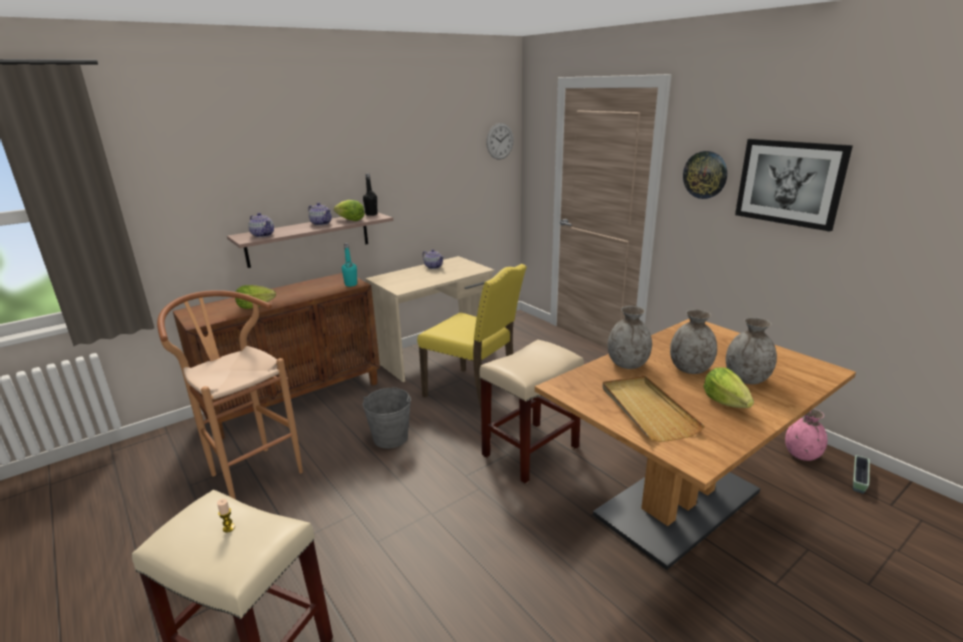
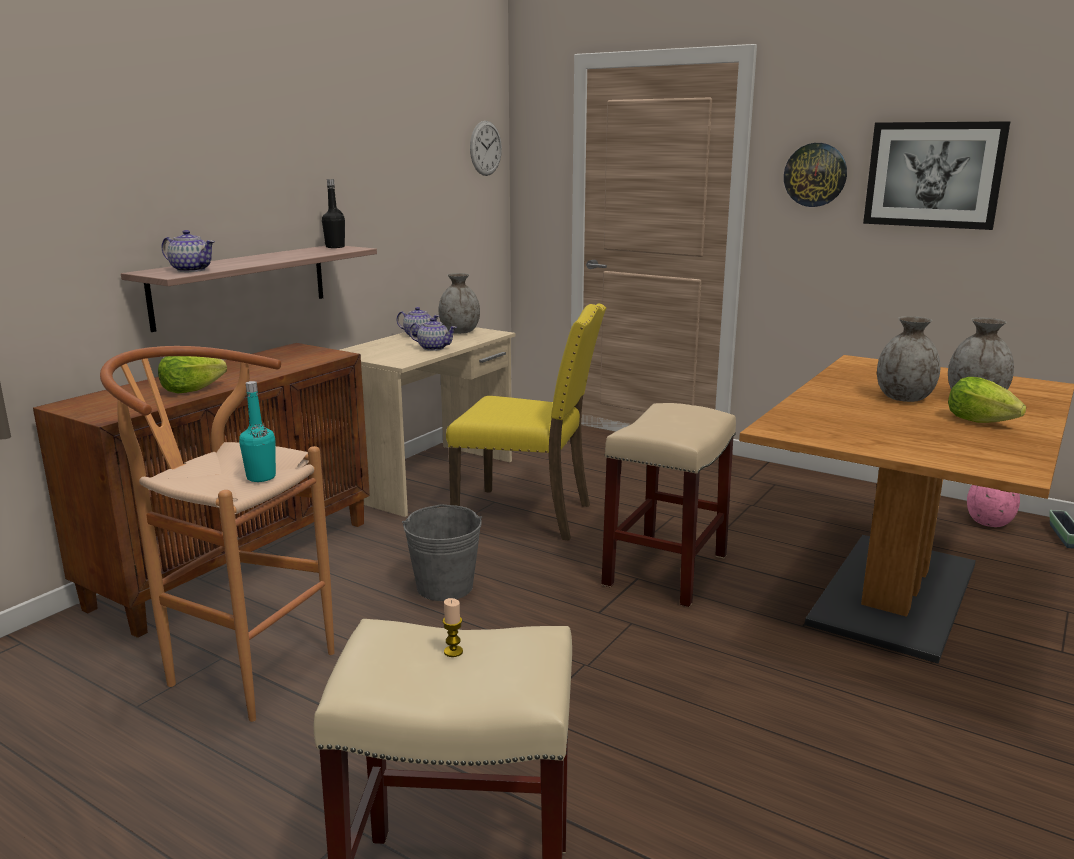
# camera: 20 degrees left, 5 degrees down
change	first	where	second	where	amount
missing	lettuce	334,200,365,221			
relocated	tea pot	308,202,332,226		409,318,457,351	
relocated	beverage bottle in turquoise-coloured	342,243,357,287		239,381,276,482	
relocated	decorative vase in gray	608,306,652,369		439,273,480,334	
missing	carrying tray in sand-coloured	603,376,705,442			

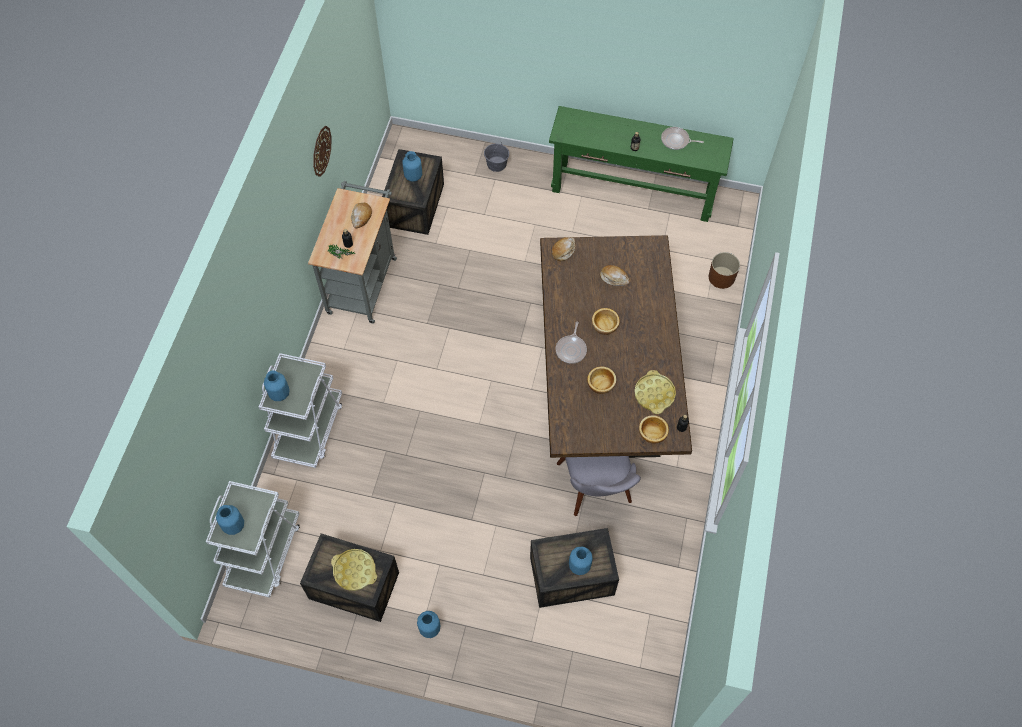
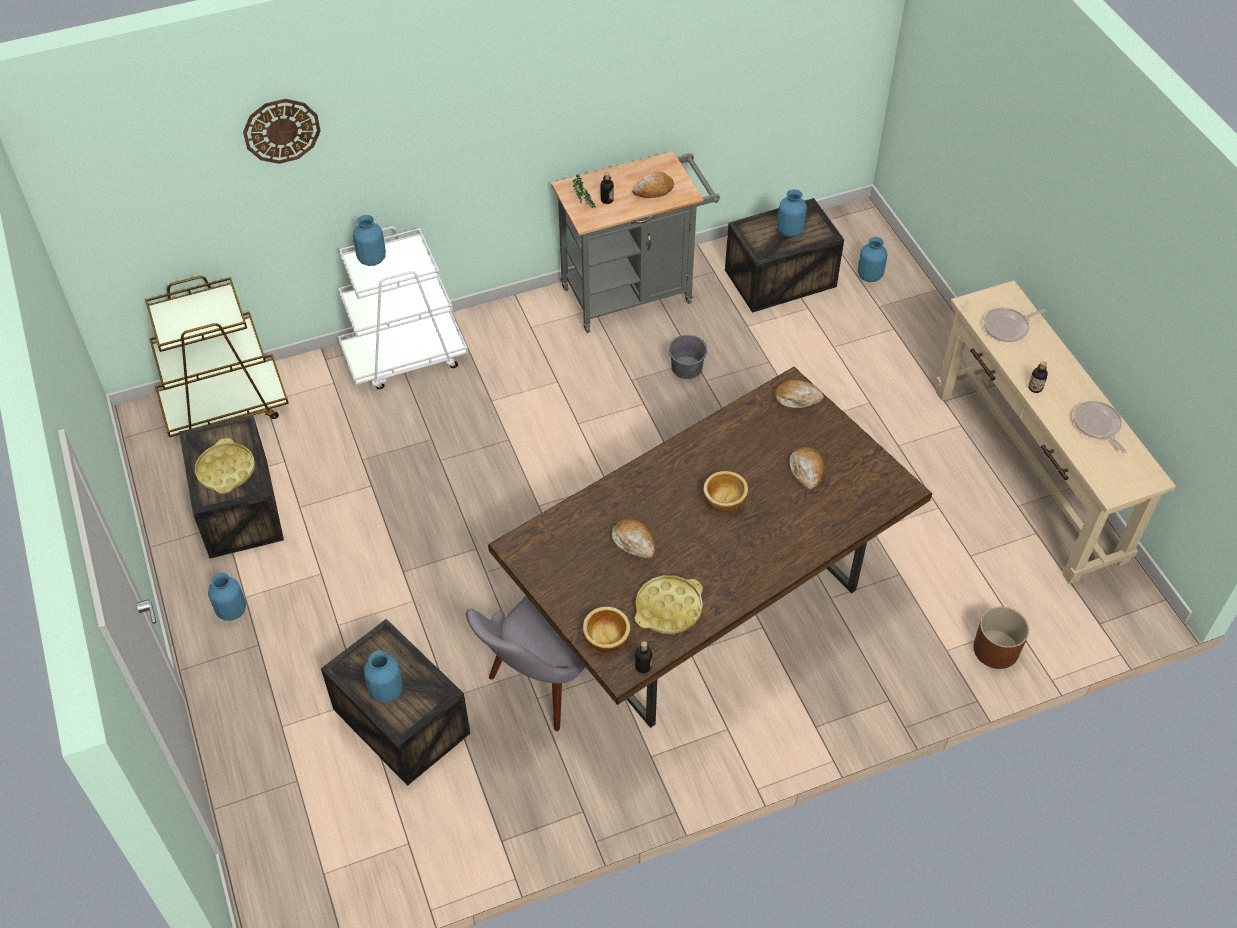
# camera: 55 degrees right, 10 degrees down
change	first	where	second	where	amount
colour	hall table in green	549,106,734,222	hall table in sand-coloured	936,280,1176,584	
relocated	wall clock	313,126,332,177		243,99,321,164	
relocated	pail in gray	484,142,509,172		669,335,707,379	
relocated	pan	555,321,587,364		984,307,1046,342	
exchanged	bowl	587,366,616,394	bread	612,519,655,558	
colour	cart in white-coloured	206,481,300,598	cart in brown	145,276,289,438	
relocated	decorative vase in bluish	216,505,244,535		858,237,887,282	

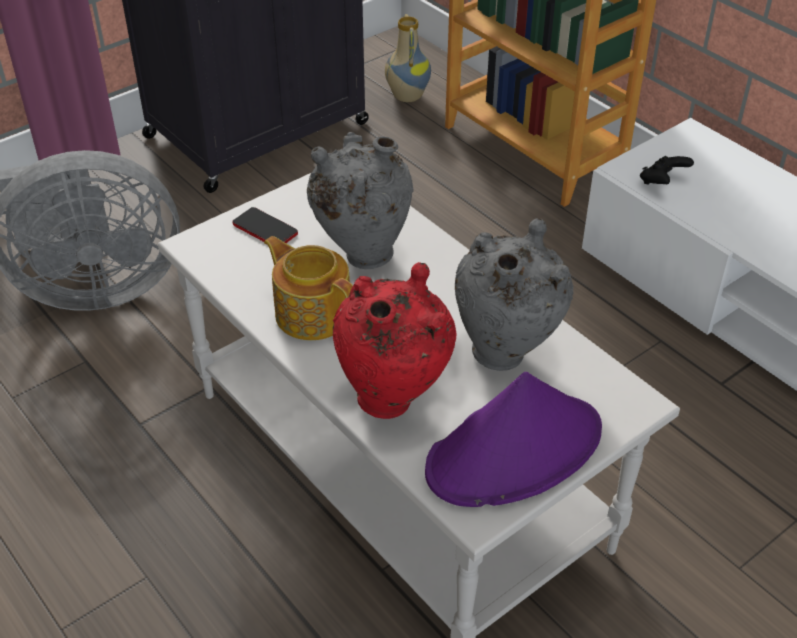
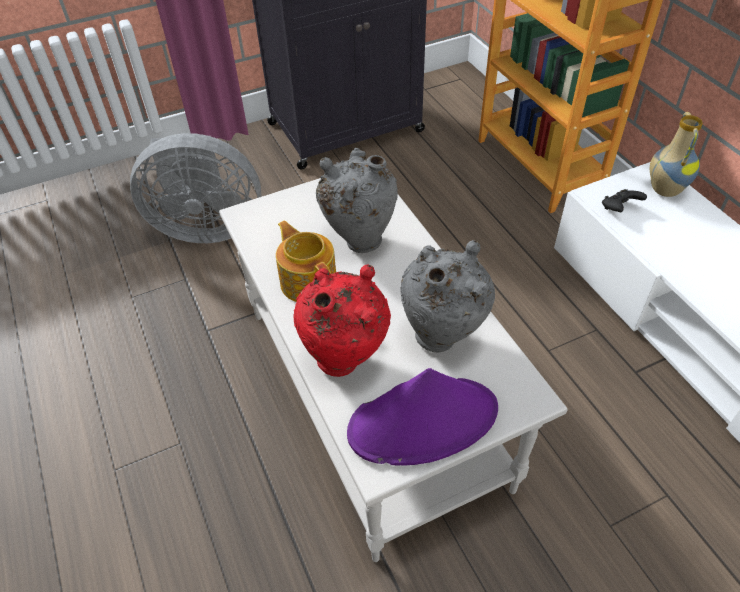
# camera: 15 degrees right, 5 degrees up
change	first	where	second	where	amount
relocated	decorative vase	385,14,431,102		650,112,703,197	
missing	telephone	233,207,298,243			

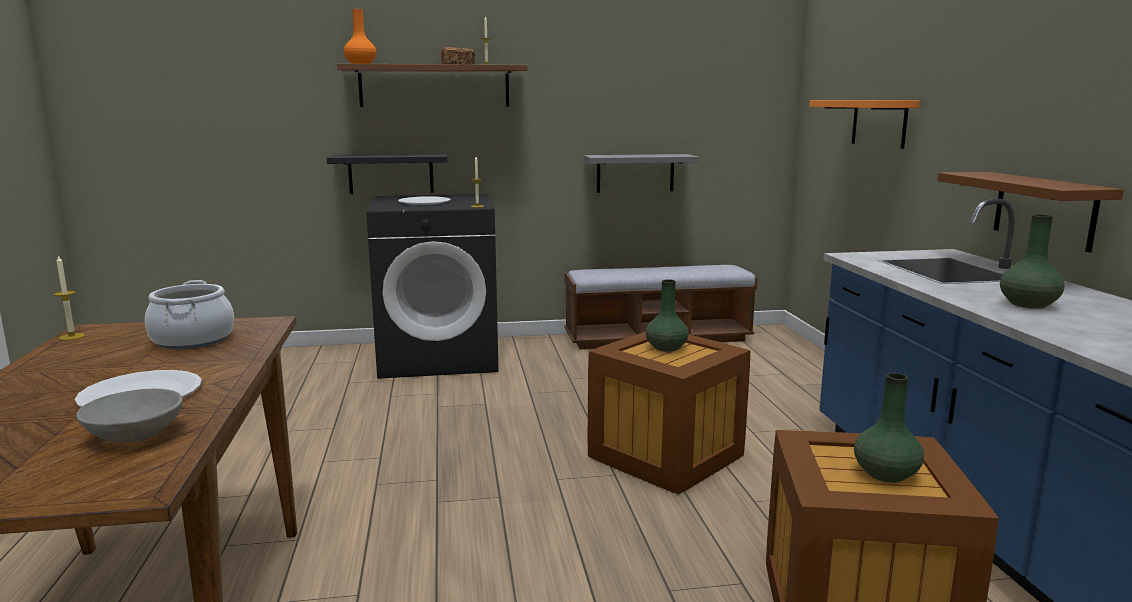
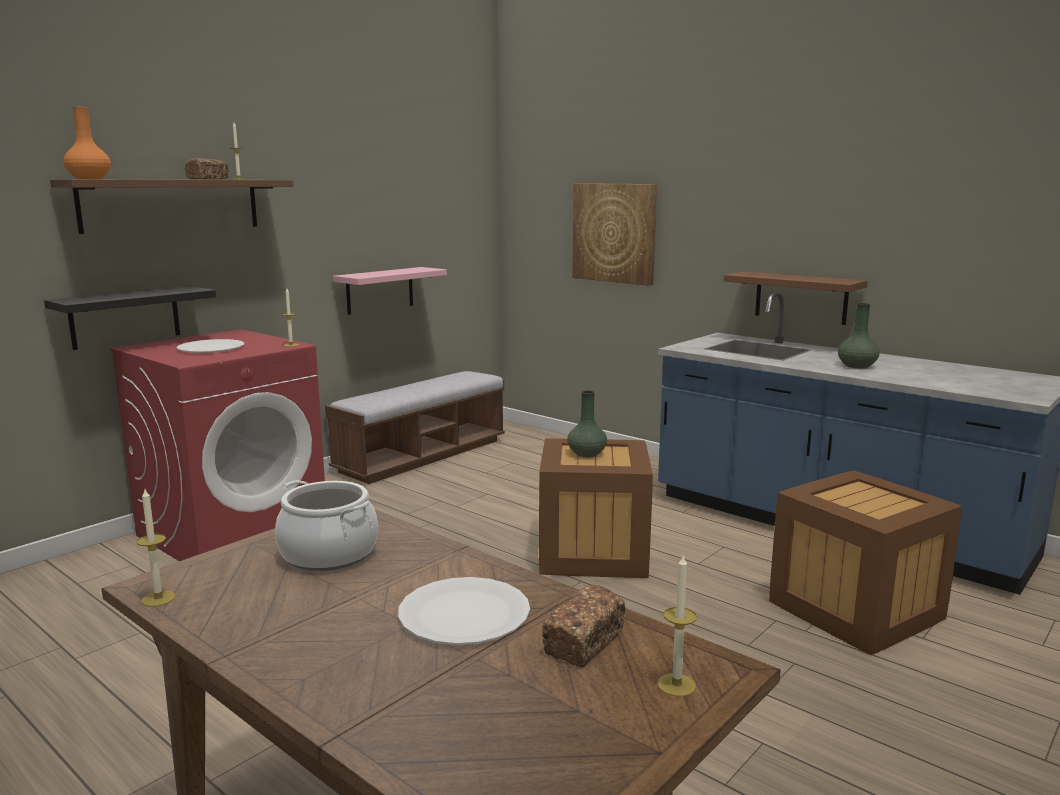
# camera: 40 degrees left, 0 degrees up
change	first	where	second	where	amount
exchanged	shelf in orange-coloured	810,100,920,149	wall picture	572,183,657,286	
colour	shelf in gray	583,154,699,193	shelf in pink-coloured	333,267,447,315	
colour	laundry appliance in black	366,194,499,379	laundry appliance in reddish	110,329,325,561	
missing	decorative vase in green	854,373,924,483			
exchanged	bowl in gray	76,389,183,443	bread	542,584,626,668	
appeared			wax candle	657,554,697,697	

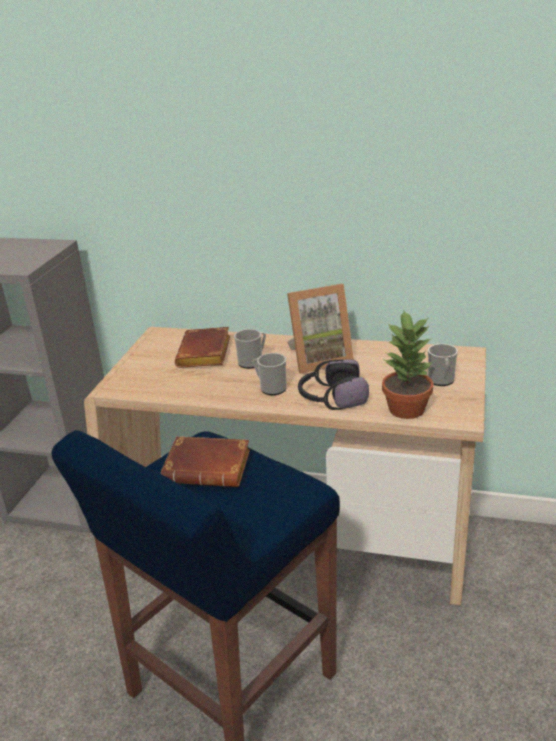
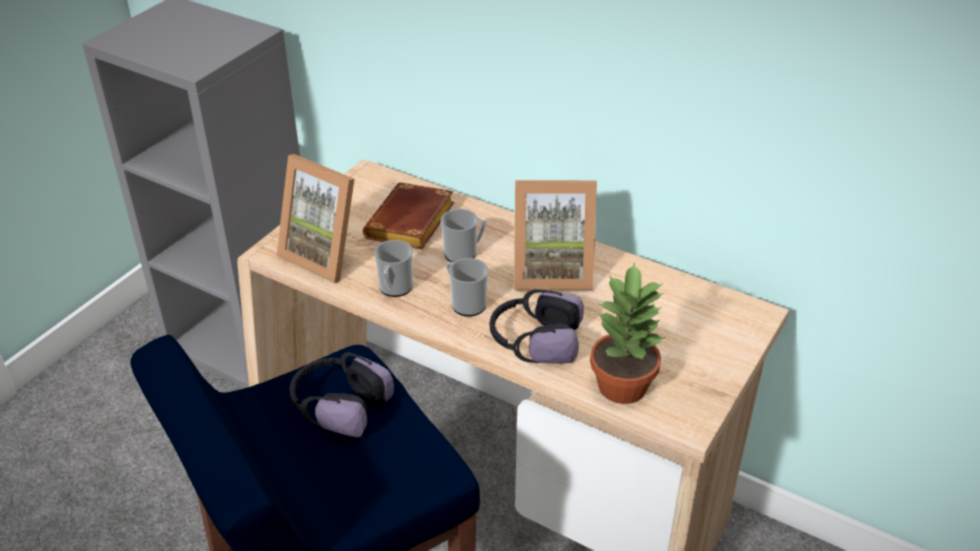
# camera: 15 degrees right, 10 degrees up
change	first	where	second	where	amount
relocated	coffee mug	428,344,458,386		374,240,413,297	
exchanged	book in brown	161,436,250,487	pair of headphones	290,352,394,437	
appeared			picture frame	277,154,354,283	

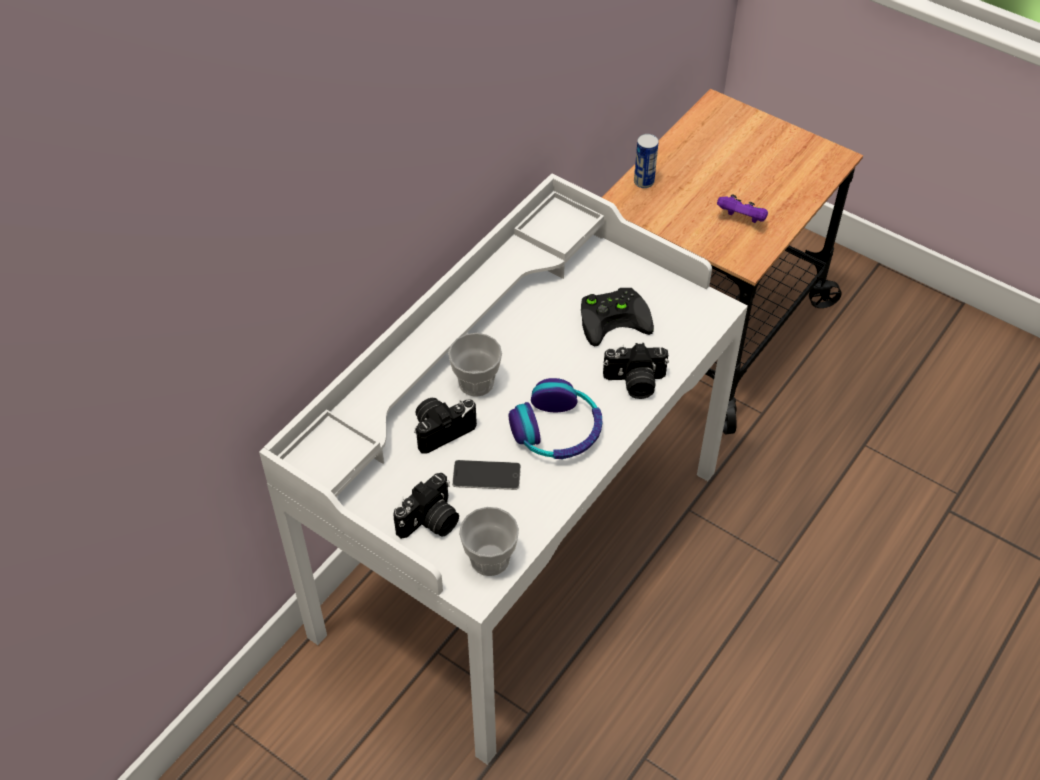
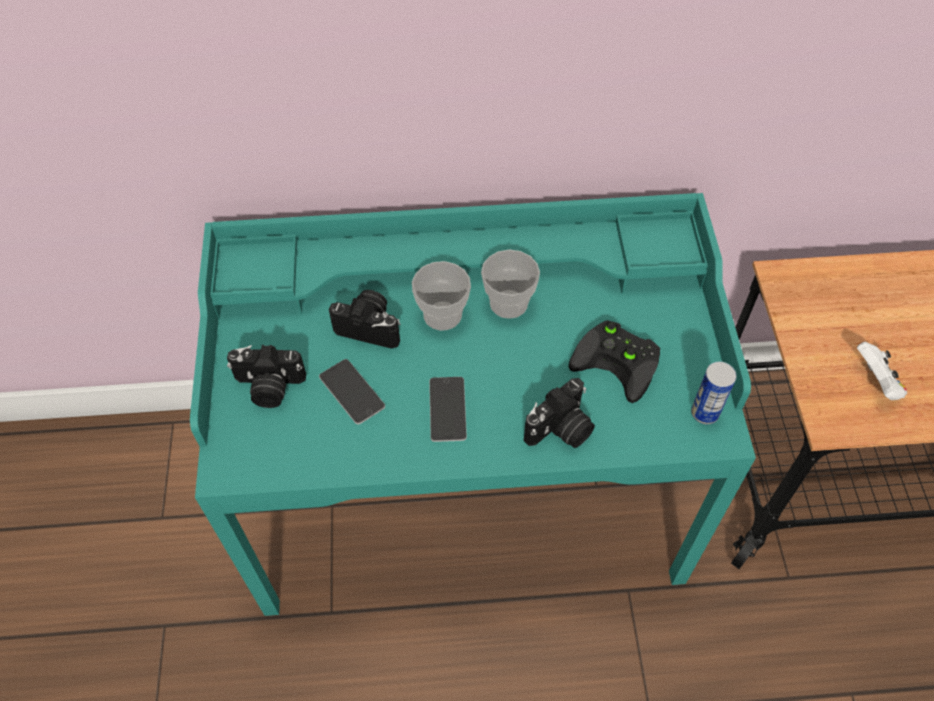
# camera: 50 degrees right, 5 degrees up
change	first	where	second	where	amount
relocated	sealed can	634,134,659,188		691,362,737,424	
colour	desk unit in white-coloured	259,174,748,765	desk unit in turquoise-coloured	190,193,756,616	
colour	gamepad in purplish	717,194,768,223	gamepad in white-coloured	857,342,907,400	
spun	photo camera	603,343,669,399		524,378,595,448	90 degrees counterclockwise
exchanged	pair of headphones	509,378,602,459	telephone	429,377,467,442	
relocated	cup	459,507,519,576		481,250,540,319	

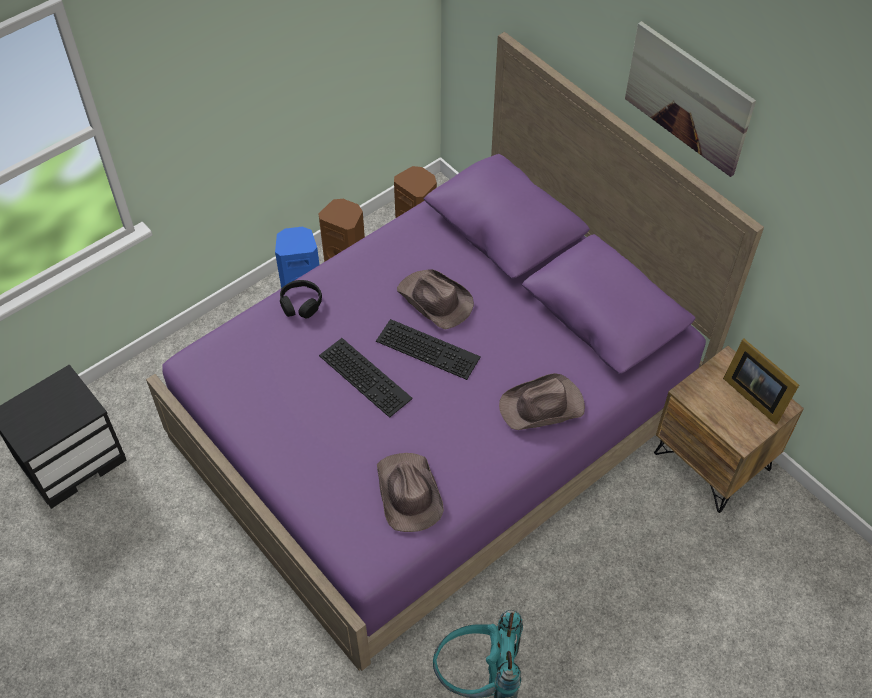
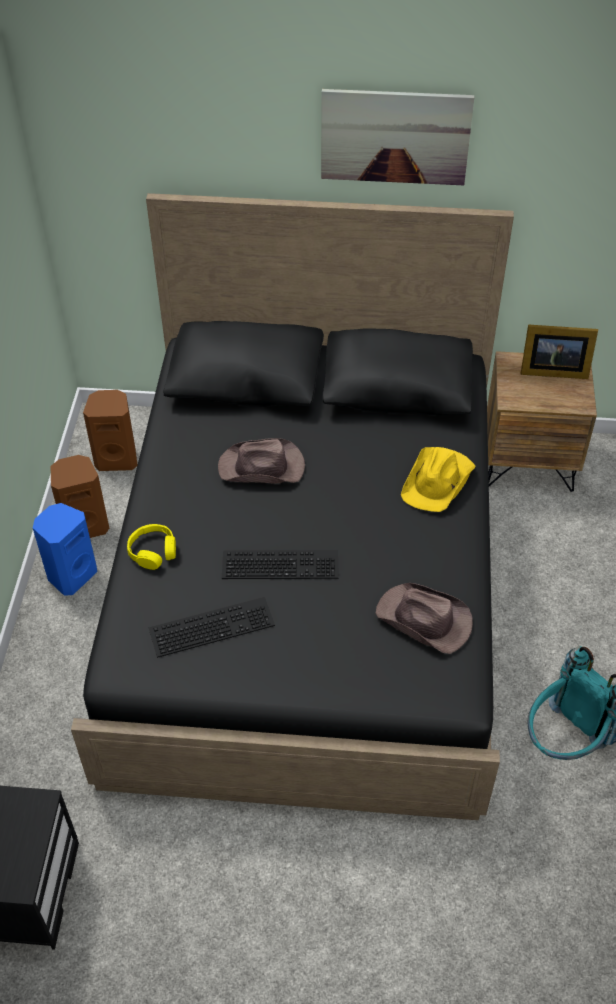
# camera: 45 degrees left, 5 degrees down
change	first	where	second	where	amount
colour	bed in purplish	146,32,764,671	bed in black	71,193,514,820	
colour	pair of headphones in black	280,280,322,318	pair of headphones in yellow-coloured	127,524,176,570	
relocated	PC keyboard	376,319,481,380		149,597,275,658	
colour	clothing hat in brown	499,373,585,430	clothing hat in yellow-coloured	401,447,475,512	

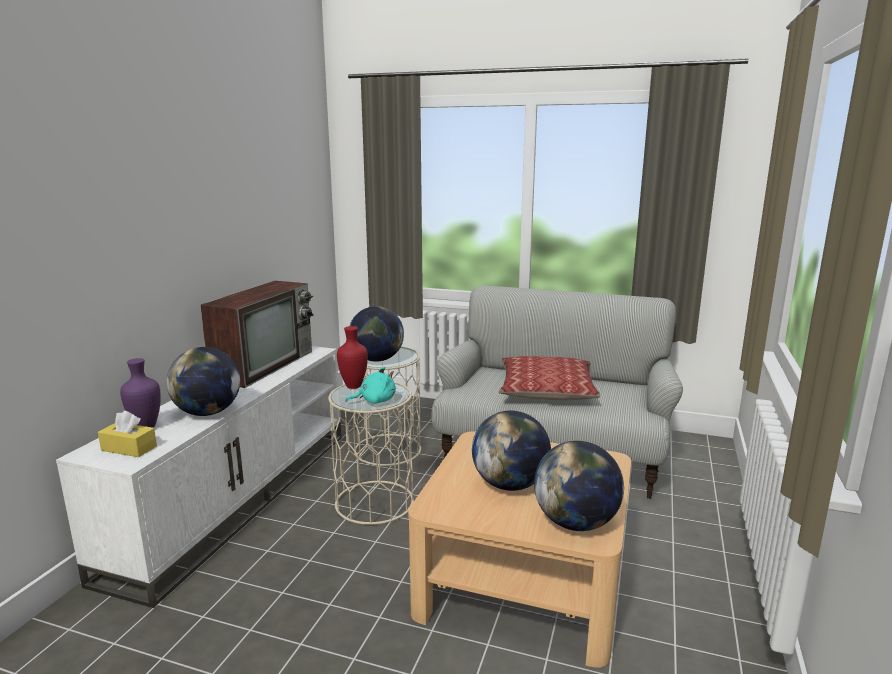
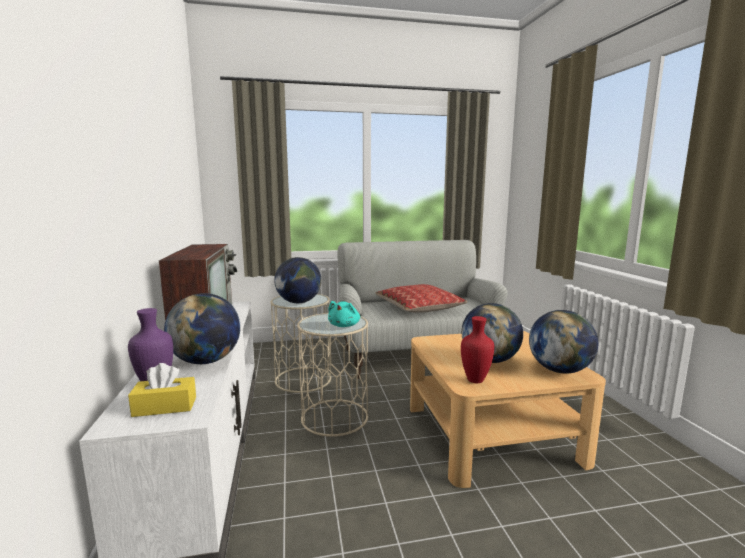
# camera: 30 degrees left, 5 degrees down
change	first	where	second	where	amount
relocated	decorative vase in reddish	337,326,368,389		461,316,494,383	
spun	plush toy in turquoise-coloured	345,367,396,404		328,301,360,327	150 degrees clockwise

